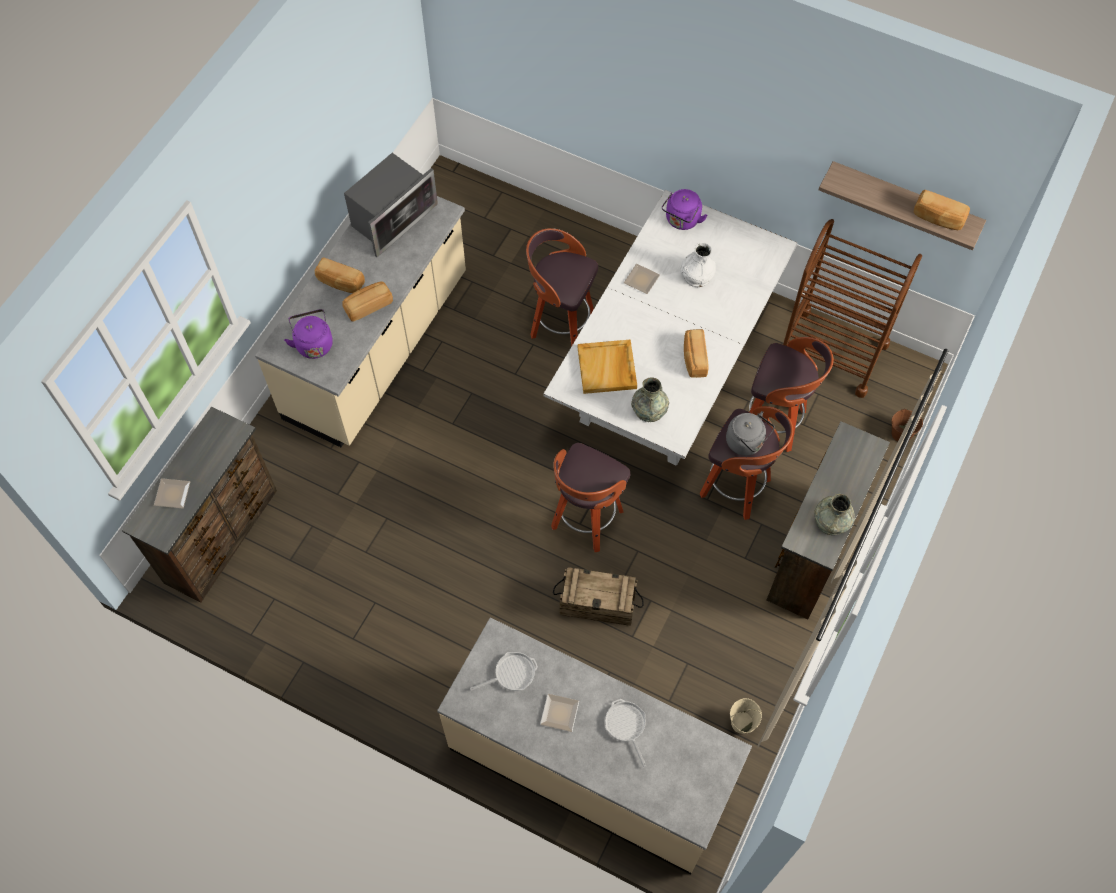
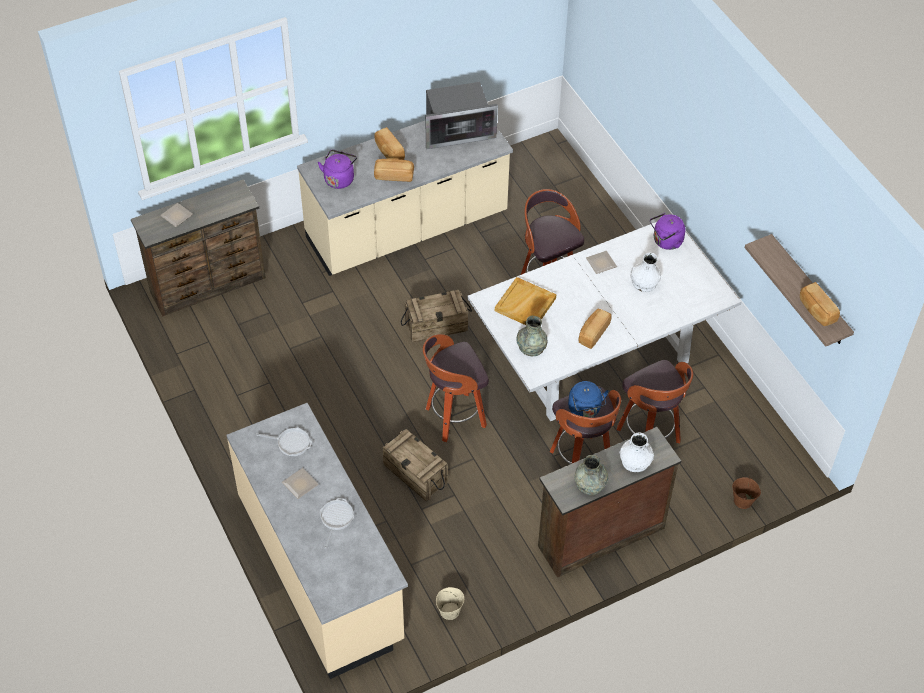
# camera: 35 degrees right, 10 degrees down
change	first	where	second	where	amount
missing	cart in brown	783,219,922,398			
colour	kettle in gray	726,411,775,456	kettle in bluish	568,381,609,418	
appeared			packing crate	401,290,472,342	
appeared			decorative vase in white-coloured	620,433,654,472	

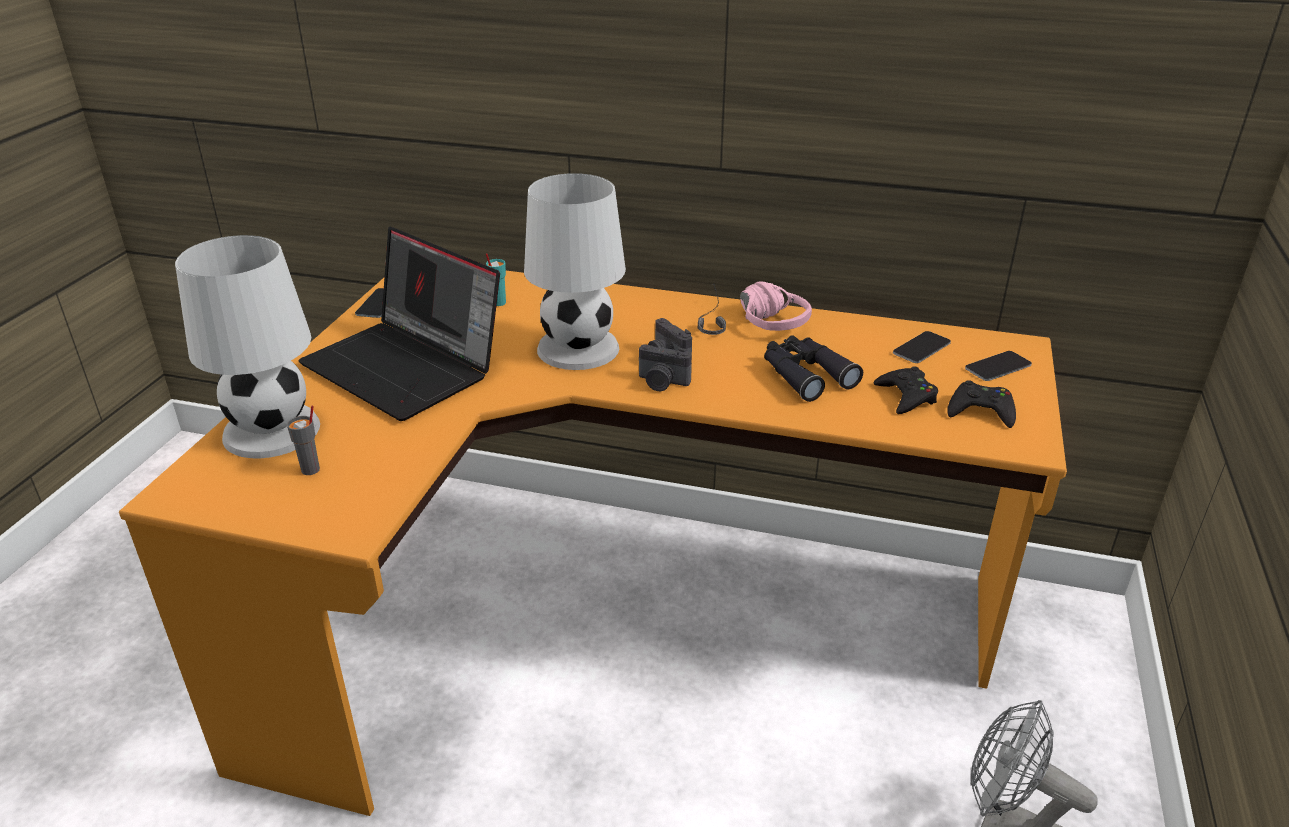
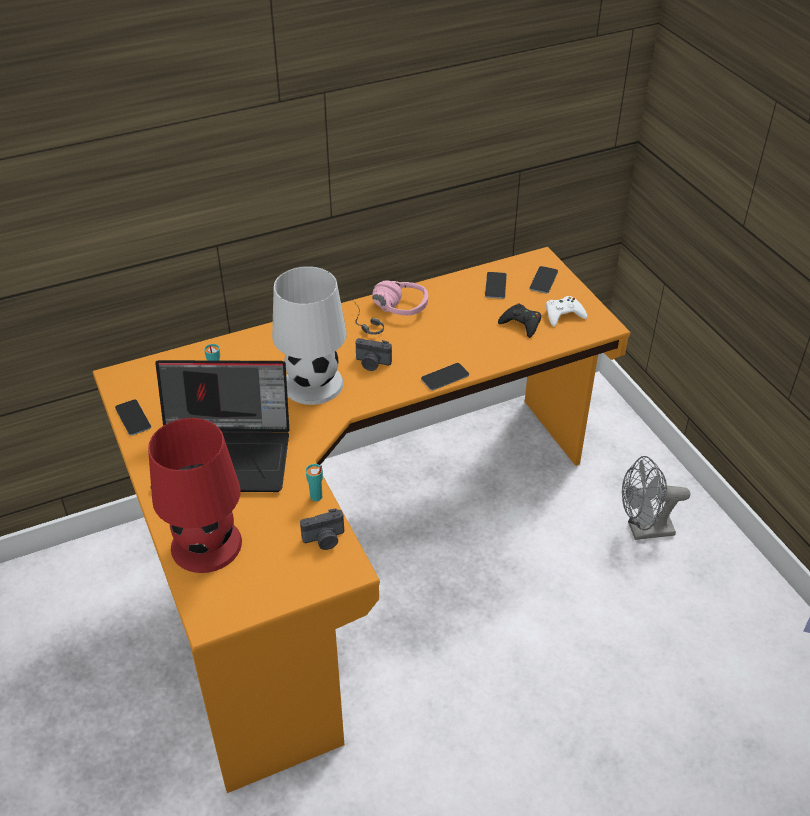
# camera: 40 degrees left, 10 degrees up
change	first	where	second	where	amount
colour	table lamp in white-coloured	175,235,320,458	table lamp in reddish	148,418,242,573	
missing	pair of binoculars in black	764,335,863,402			
relocated	photo camera	639,344,692,391		300,508,344,550	
colour	gamepad in black	947,380,1016,428	gamepad in white-coloured	546,296,587,327	
missing	cup in gray	287,406,320,475			
appeared			telephone	421,363,469,390	
appeared			cup in turquoise-coloured	306,464,323,501	

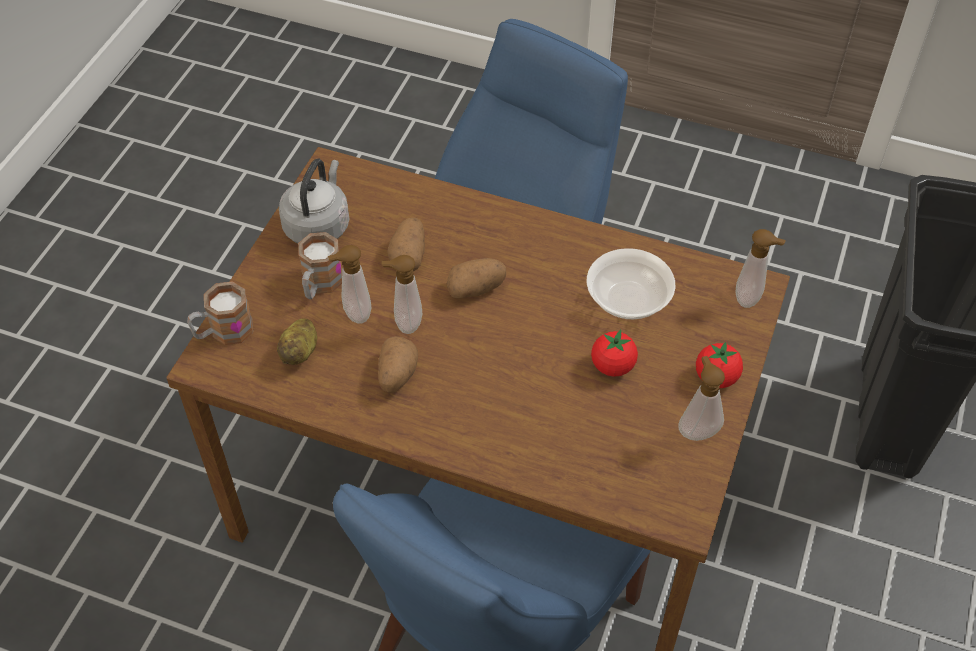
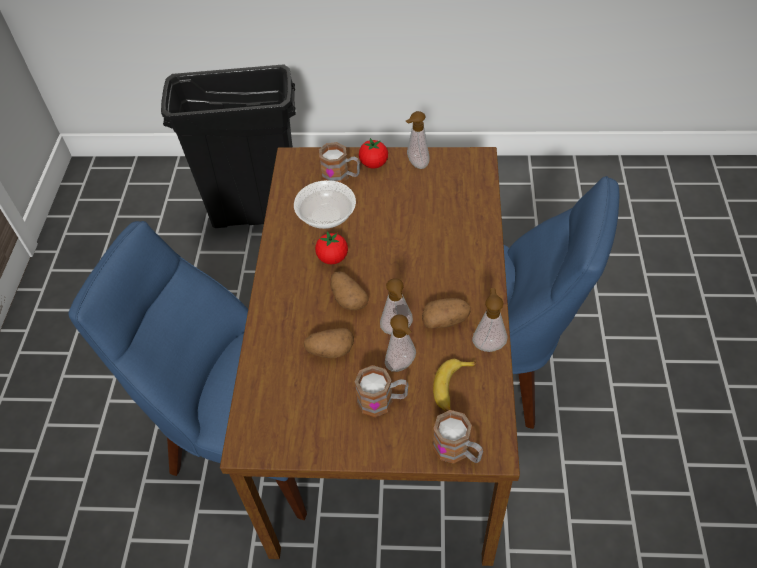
# camera: 105 degrees left, 0 degrees up
change	first	where	second	where	amount
missing	kettle in gray	279,159,349,243			
relocated	soap bottle	736,229,786,308		472,288,508,352	
exchanged	whole potato	277,319,317,365	banana	433,359,476,412	
relocated	fresh tomato	591,329,638,377		315,232,348,265	
appeared			coffee mug	319,142,360,183	

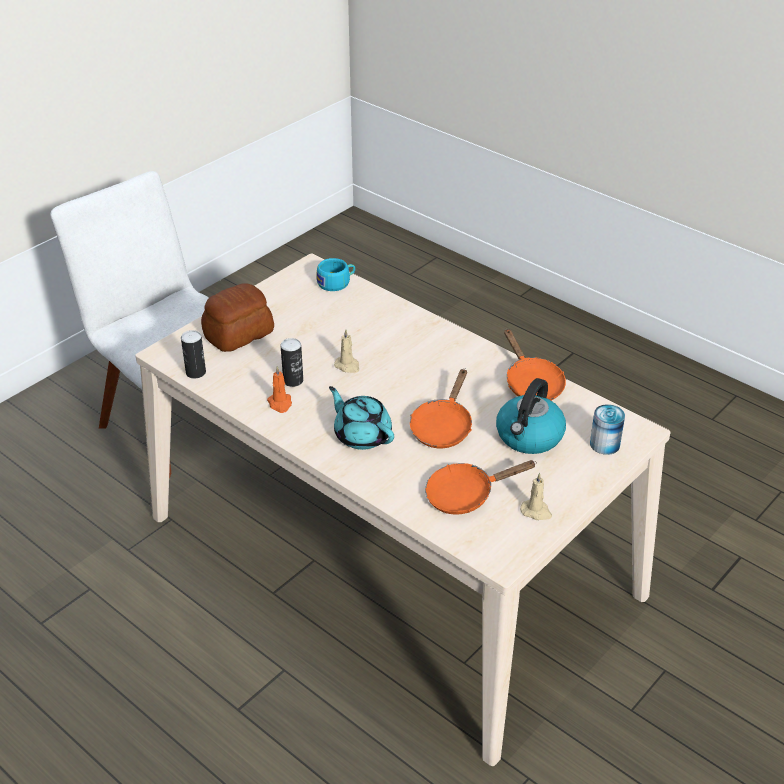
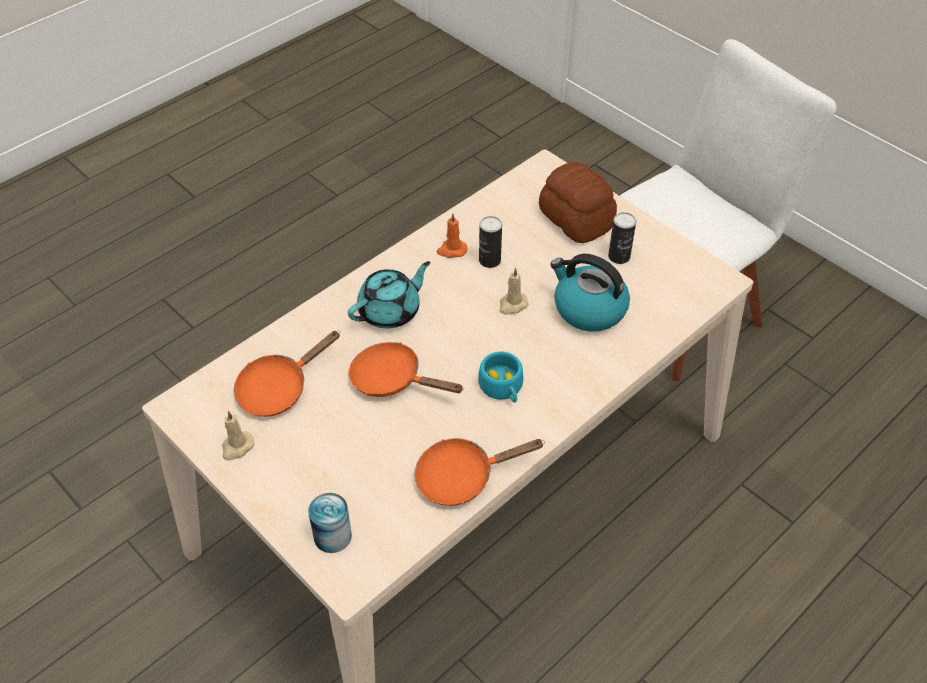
# camera: 95 degrees right, 10 degrees up
change	first	where	second	where	amount
relocated	cup in turquoise-coloured	316,258,355,291		478,351,523,402	
relocated	sealed can	181,330,206,378		608,212,636,264	
relocated	kettle	496,378,566,454		550,254,630,332	
spun	pan in orange-coloured	425,460,537,515		234,331,340,417	120 degrees counterclockwise

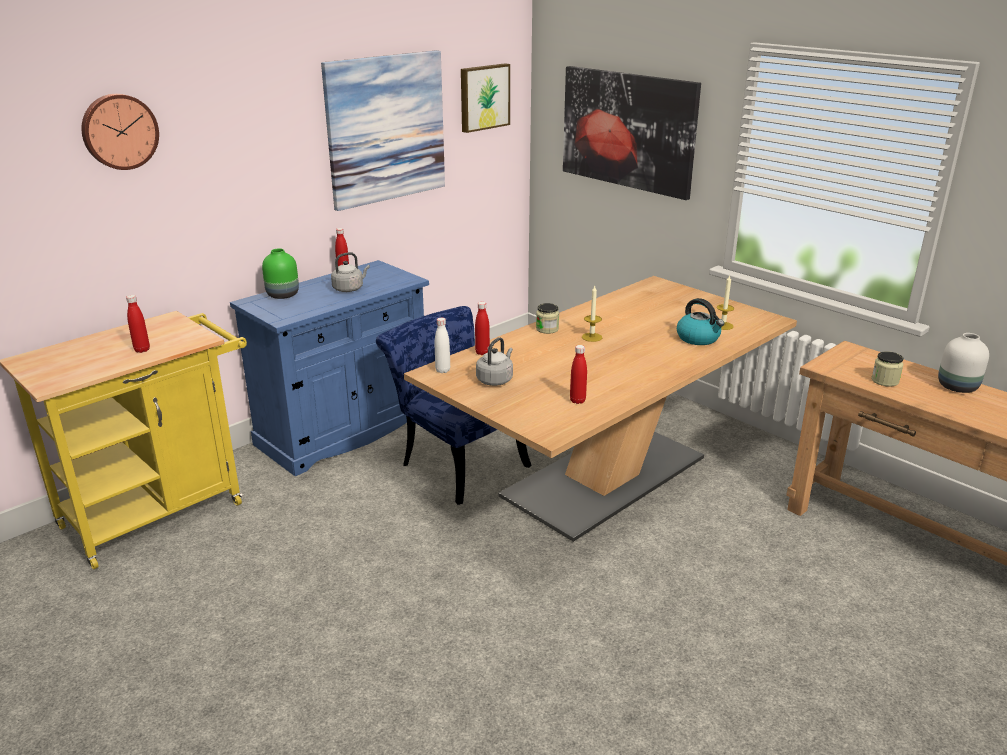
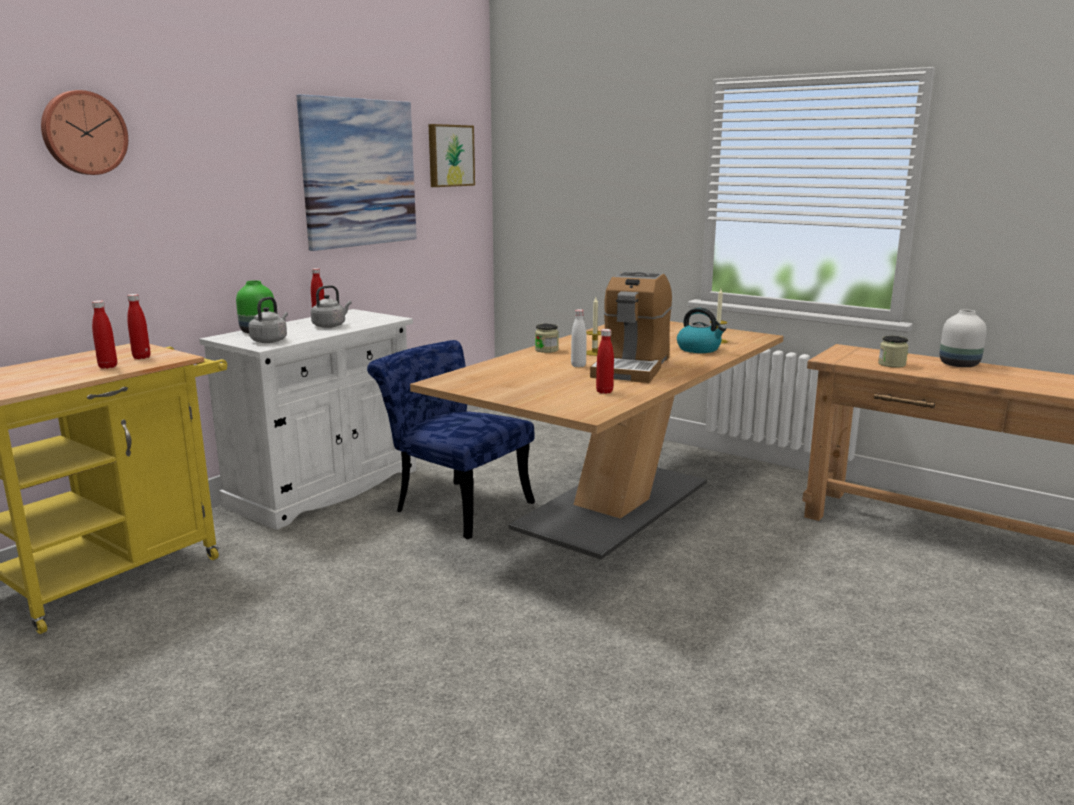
# camera: 10 degrees left, 10 degrees down
change	first	where	second	where	amount
missing	wall picture	563,66,701,200			
colour	cabinet in bluish	230,260,429,476	cabinet in white-coloured	199,309,416,530	
relocated	beverage bottle in reddish	475,302,490,355		127,294,151,359	
relocated	beverage bottle in white-coloured	435,318,450,373		571,309,587,367	
relocated	kettle in gray	476,337,513,386		248,297,288,343	
appeared			coffee maker	590,272,672,383	

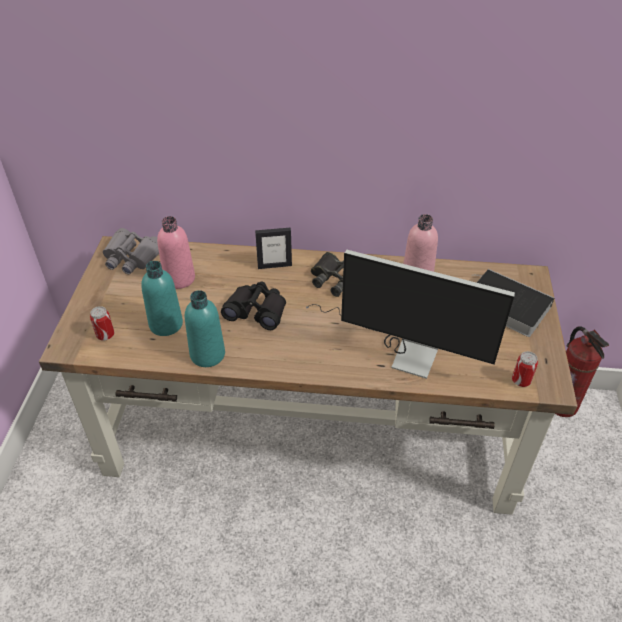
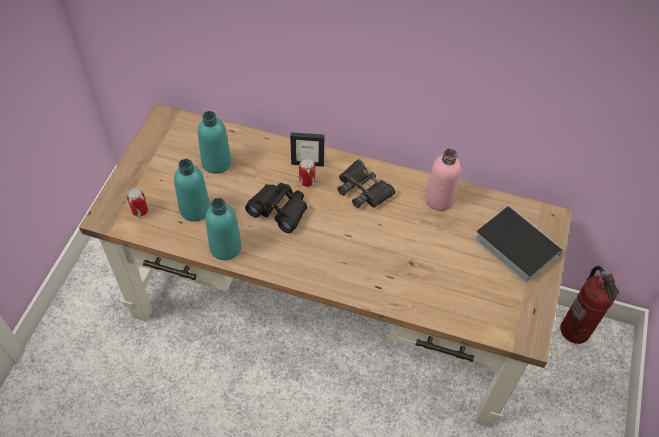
# camera: 10 degrees right, 10 degrees up
change	first	where	second	where	amount
colour	beverage bottle in pink-coloured	157,216,195,289	beverage bottle in turquoise-coloured	198,111,231,174	
missing	pair of binoculars in gray	103,228,159,274			
missing	computer display	306,250,515,379			
relocated	sealed can	512,351,538,387		299,158,315,187	

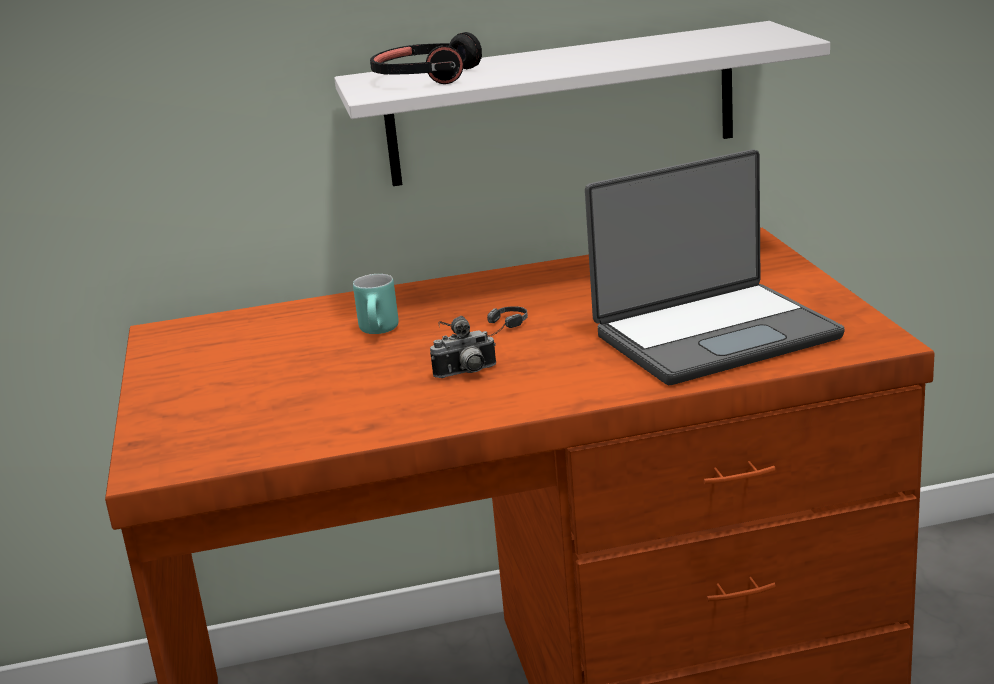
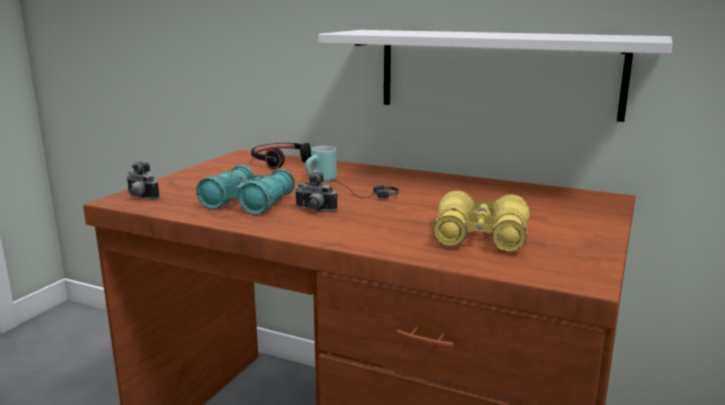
# camera: 35 degrees right, 5 degrees down
change	first	where	second	where	amount
relocated	pair of headphones in black	370,32,482,84		251,143,311,169	
exchanged	notebook computer	585,149,845,385	pair of binoculars in yellow-coloured	433,191,530,252	
appeared			photo camera	127,161,160,200	
appeared			pair of binoculars in turquoise-coloured	196,165,295,215	

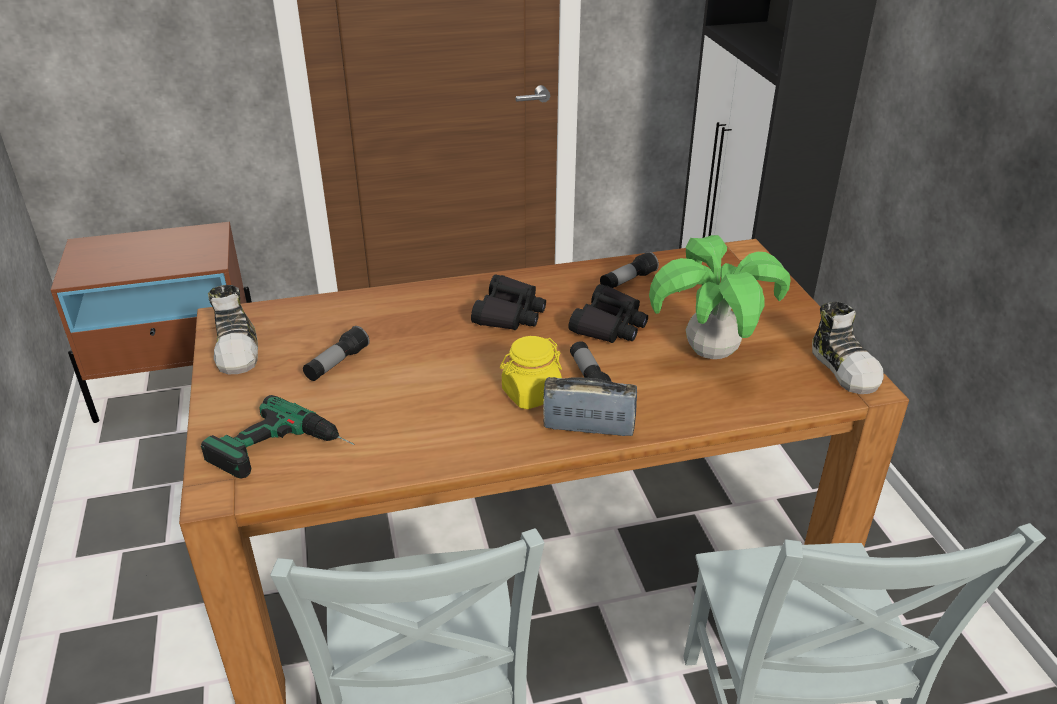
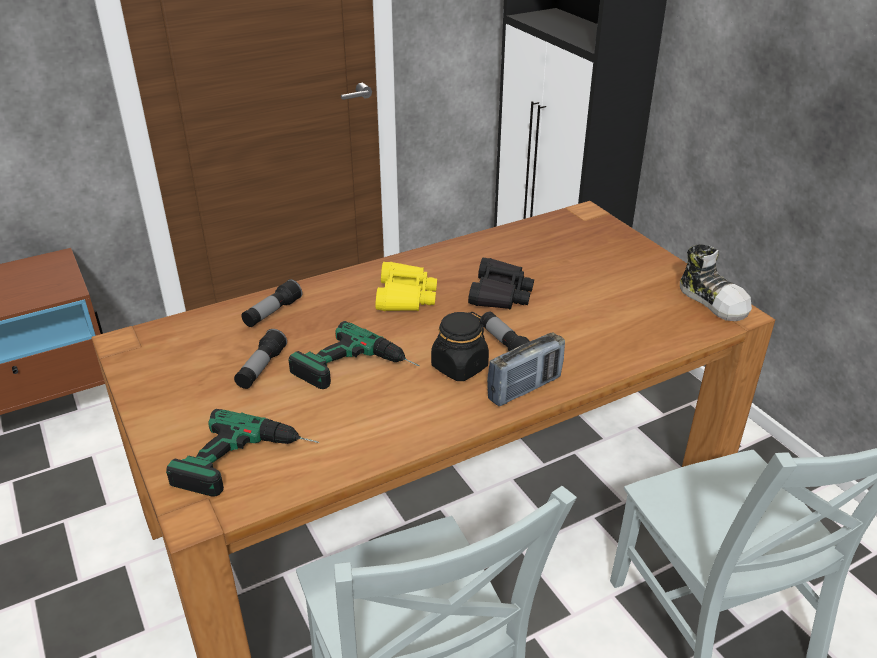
# camera: 15 degrees left, 0 degrees up
change	first	where	second	where	amount
missing	houseplant	649,235,791,359			
relocated	flashlight	600,251,659,288		241,279,302,327	
colour	pair of binoculars in black	471,275,546,330	pair of binoculars in yellow-coloured	375,262,437,311	
missing	low shoe	208,285,258,374			
colour	preserve jar in yellow-coloured	500,336,562,409	preserve jar in black	431,312,489,381	
spun	radio	543,377,637,436		487,332,565,406	150 degrees clockwise
appeared			drill	288,321,419,389	

